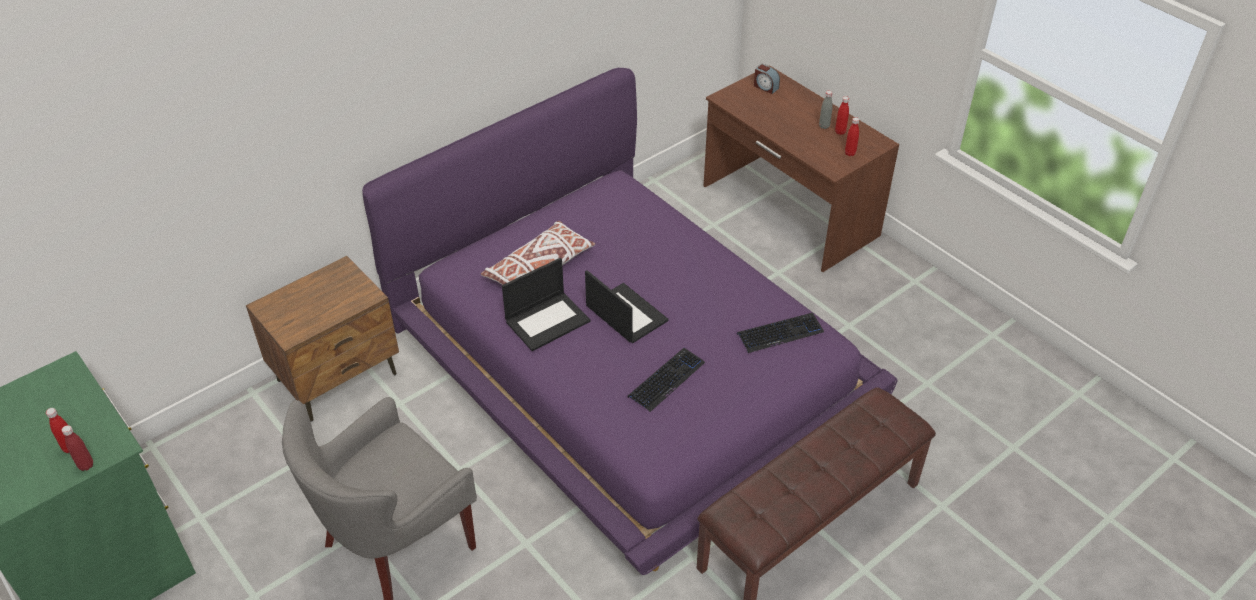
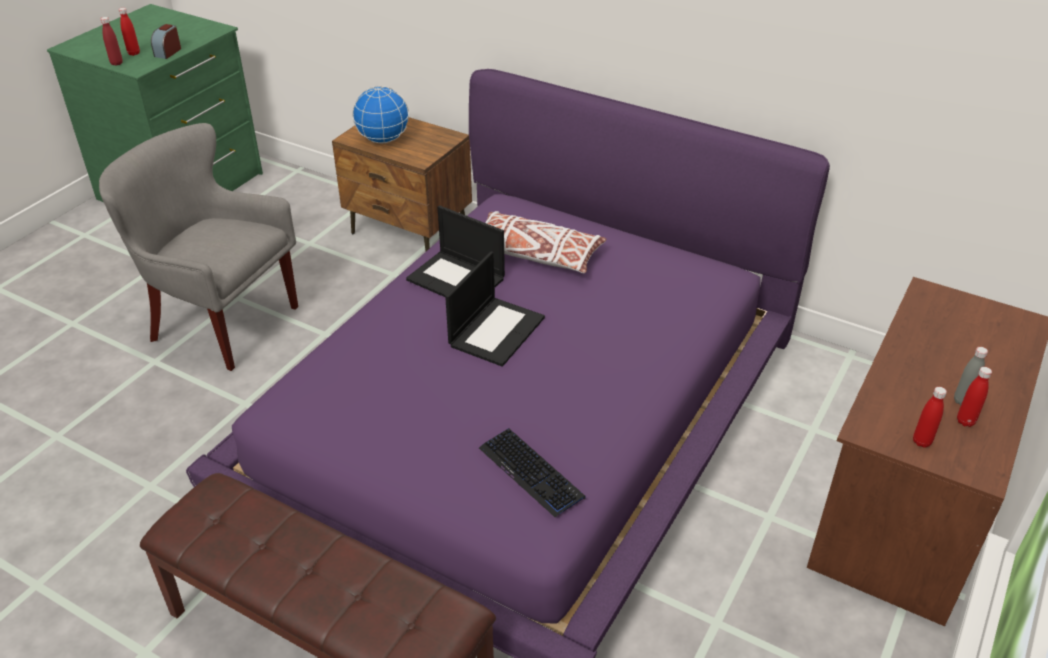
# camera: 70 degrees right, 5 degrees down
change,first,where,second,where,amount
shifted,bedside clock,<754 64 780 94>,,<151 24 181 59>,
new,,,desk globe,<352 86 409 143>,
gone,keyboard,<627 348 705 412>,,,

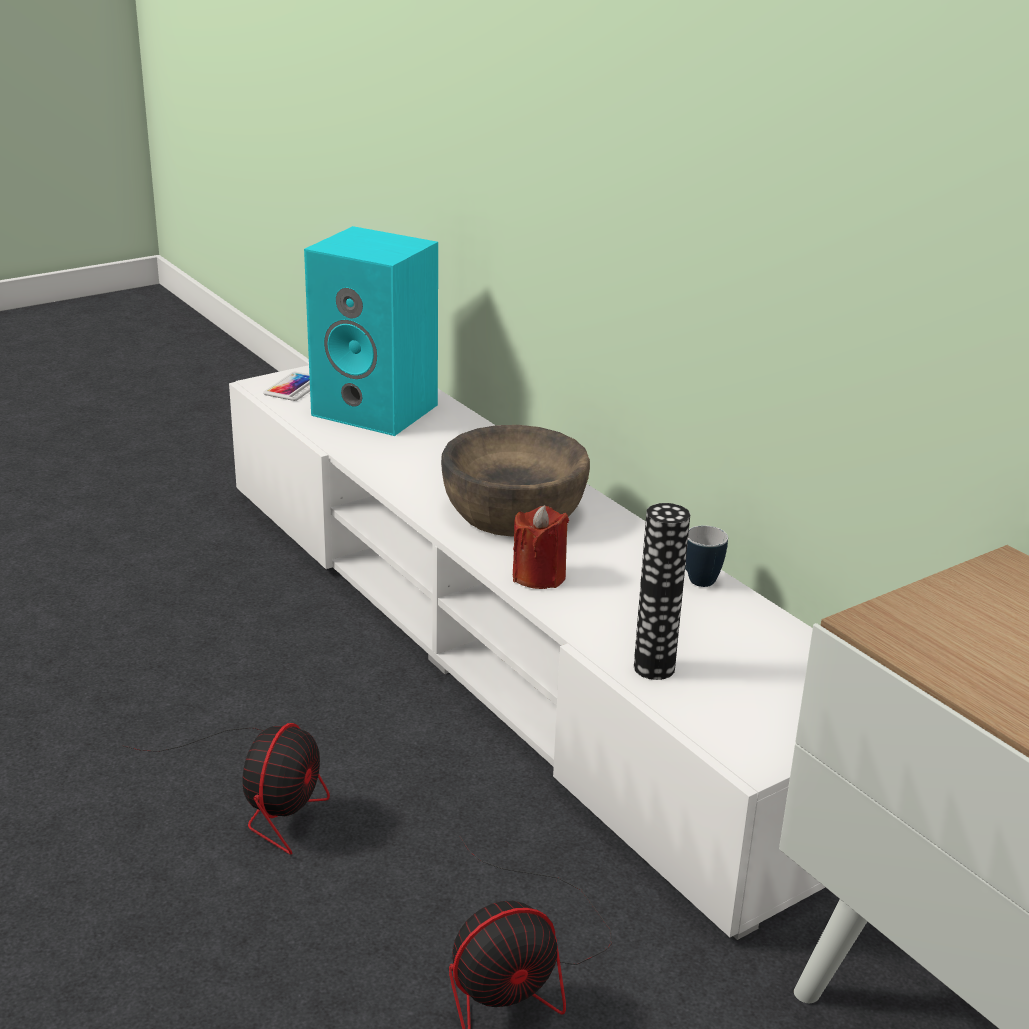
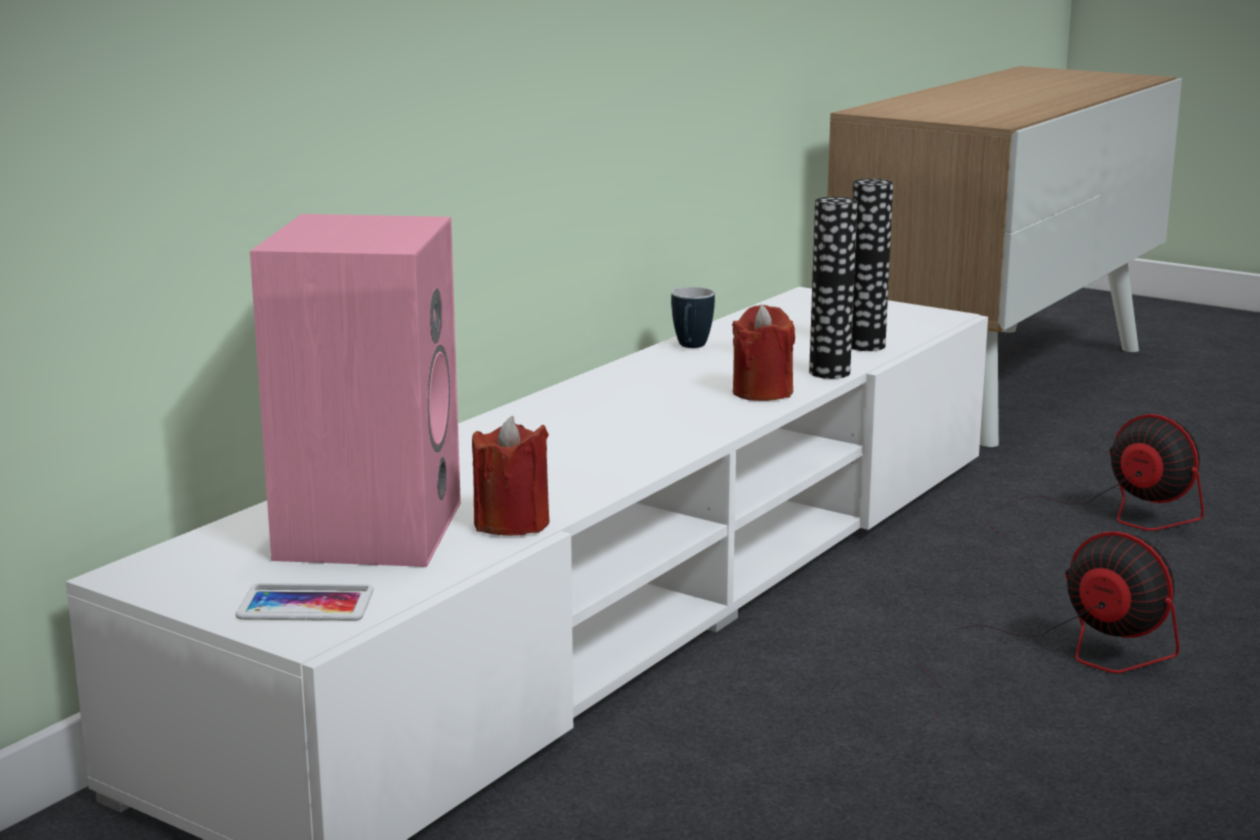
# camera: 110 degrees left, 10 degrees down
change,first,where,second,where,amount
repainted,turquoise-coloured loudspeaker,<304 226 438 436>,pinkish loudspeaker,<250 214 461 567>,
new,,,reddish wax candle,<472 416 549 536>,
new,,,vase,<809 197 857 379>,
rotated,cooling fan,<123 723 330 855>,,<918 531 1179 725>,45 degrees clockwise
gone,brownish deep dish,<441 425 590 537>,,,

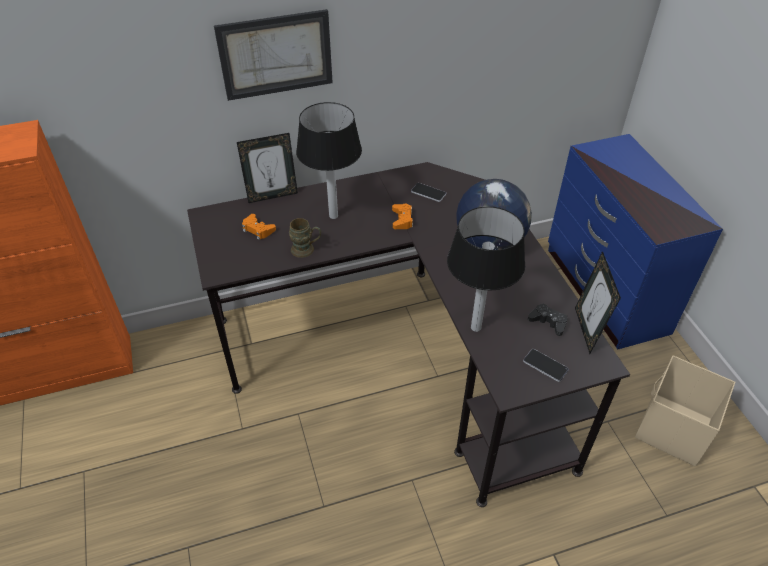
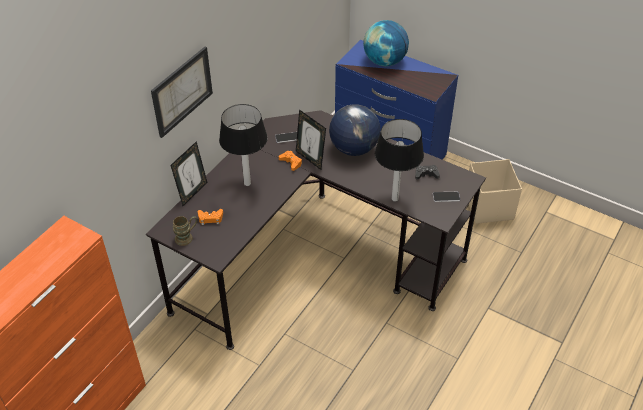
# camera: 40 degrees left, 0 degrees up
change,first,where,second,where,amount
shifted,brownish mug,<289 218 321 258>,,<173 216 197 246>,
shifted,photo frame,<575 251 621 354>,,<296 109 326 170>,
new,,,desk globe,<363 20 409 66>,

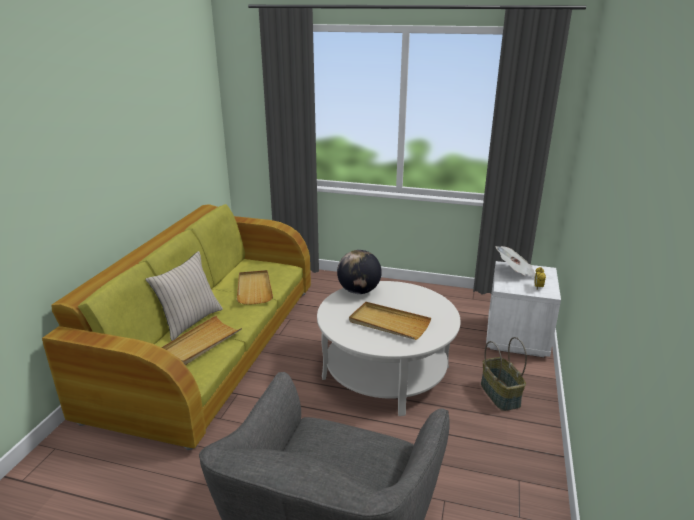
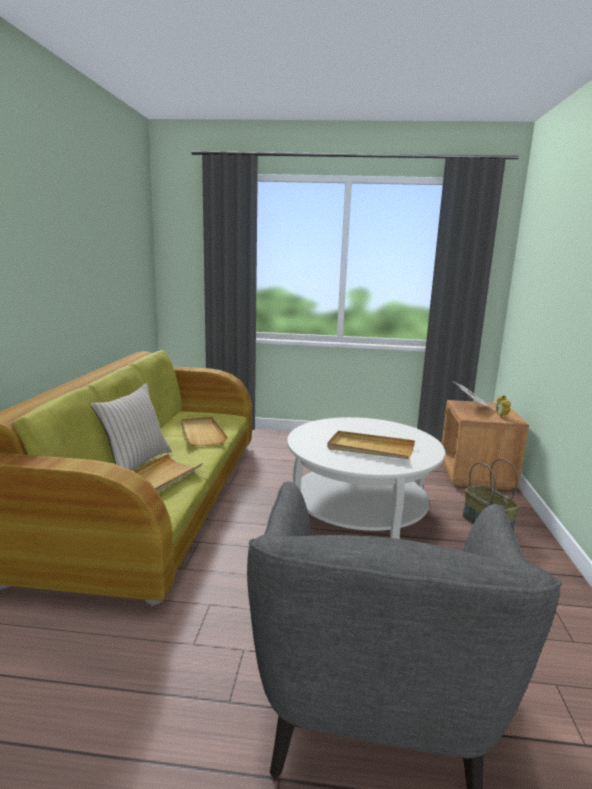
# camera: 10 degrees left, 10 degrees down
change,first,where,second,where,amount
repainted,white-coloured night table,<486 261 561 357>,brownish night table,<442 400 529 490>,
gone,desk globe,<337 250 382 294>,,,

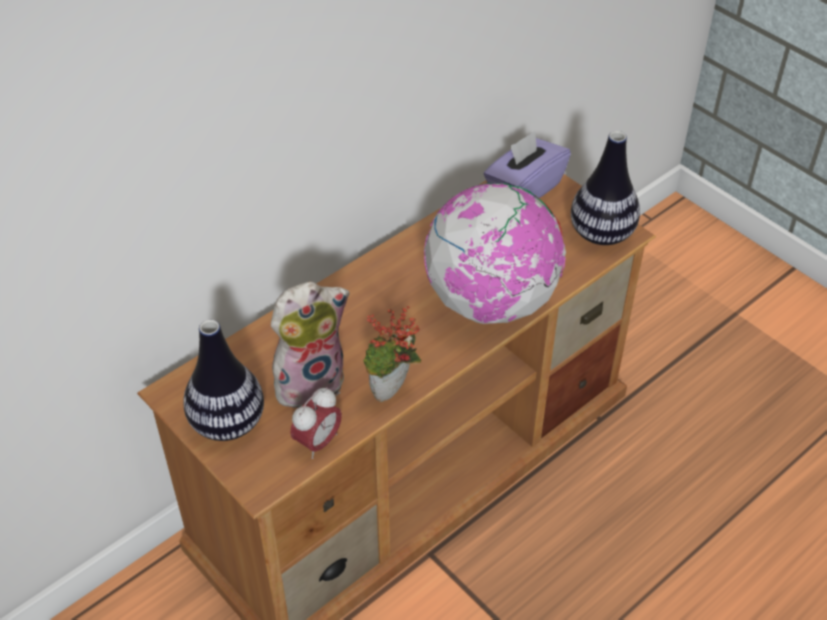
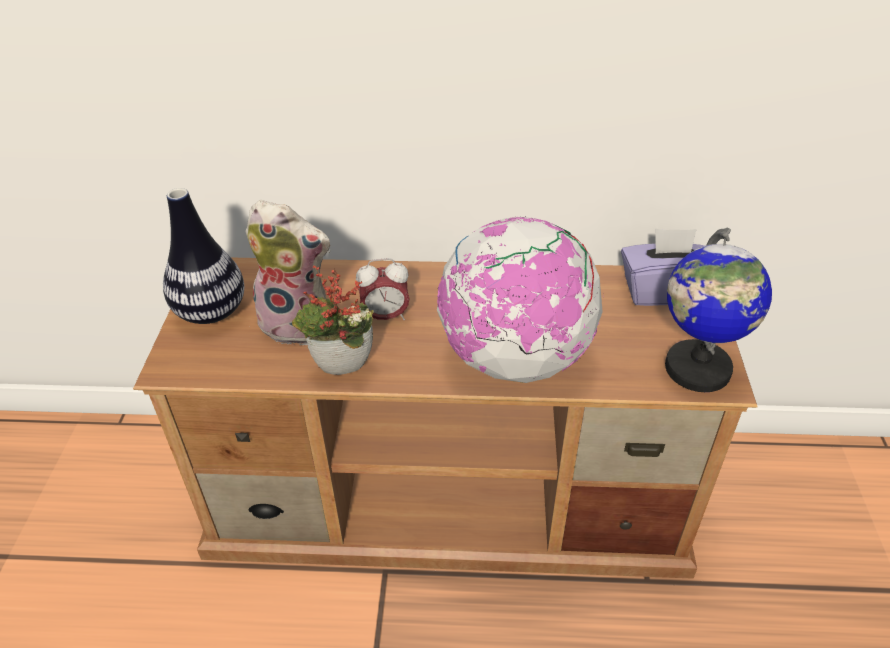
# camera: 45 degrees right, 5 degrees down
change,first,where,second,where,amount
shifted,bedside clock,<290 387 342 459>,,<356 258 410 320>,
swapped,vase,<571 131 640 245>,desk globe,<665 227 772 392>,

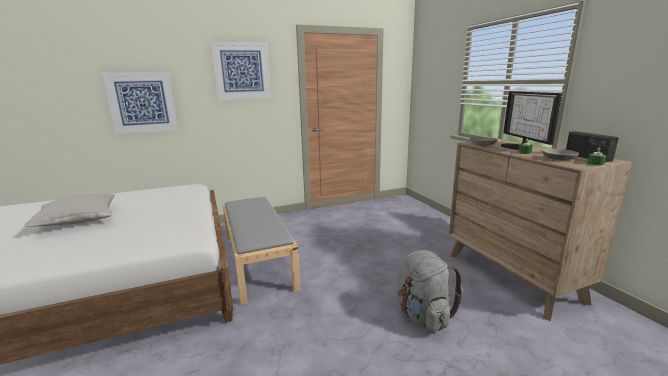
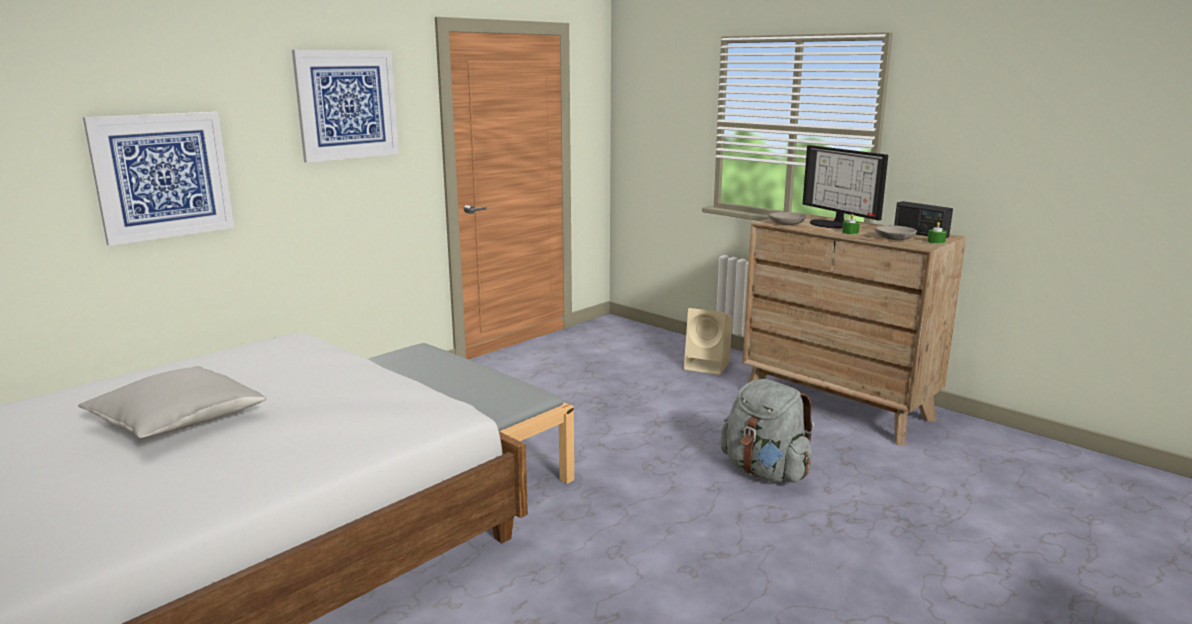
# camera: 25 degrees left, 0 degrees up
change,first,where,second,where,amount
new,,,sand-coloured loudspeaker,<684 308 732 375>,

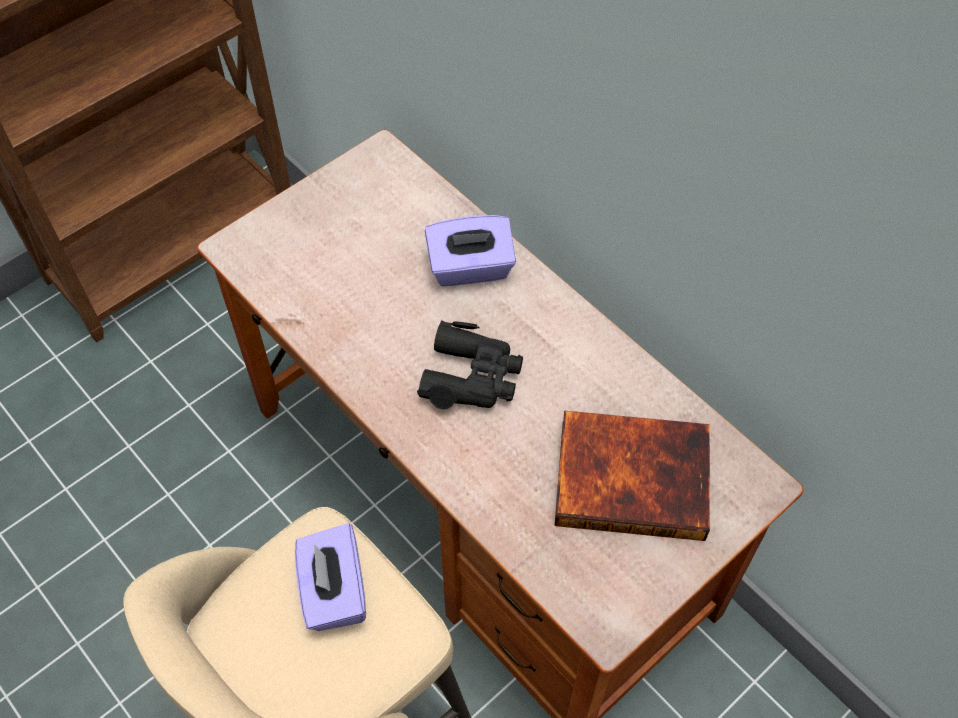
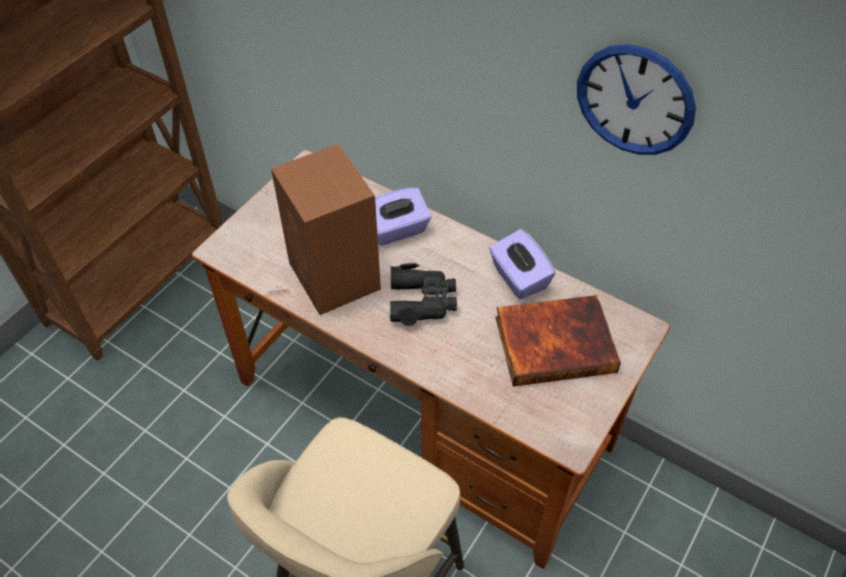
# camera: 15 degrees left, 5 degrees down
change,first,where,second,where,amount
new,,,brownish loudspeaker,<271 144 381 315>,
shifted,purplish box of tissues,<295 523 366 631>,,<489 229 556 299>,
new,,,hanging clock,<577 44 696 155>,

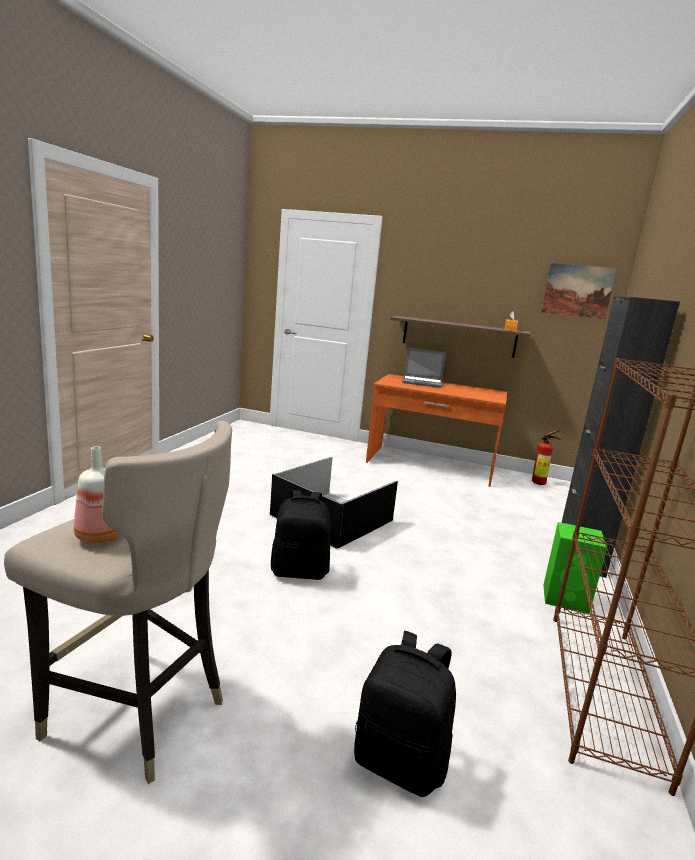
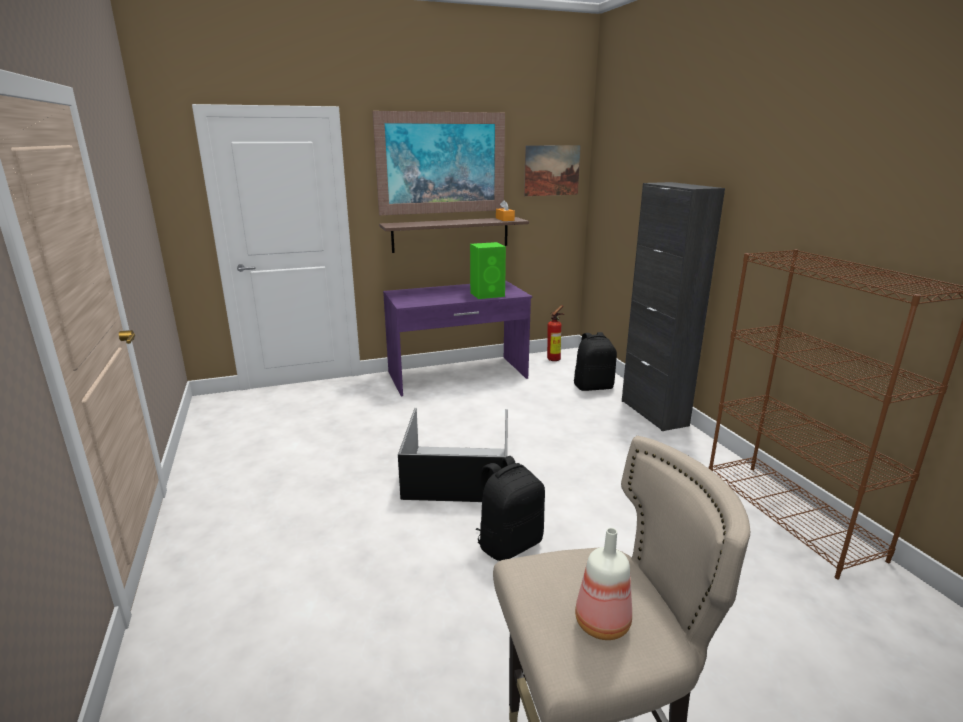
# camera: 35 degrees left, 5 degrees up
change,first,where,second,where,amount
new,,,wall picture,<372 111 505 215>,
repainted,orangey desk table,<366 374 507 487>,purplish desk table,<383 281 532 396>,
shifted,green loudspeaker,<543 522 607 613>,,<470 242 506 299>,
shifted,black backpack,<354 631 456 797>,,<574 332 617 391>,
gone,portable computer,<402 348 446 388>,,,

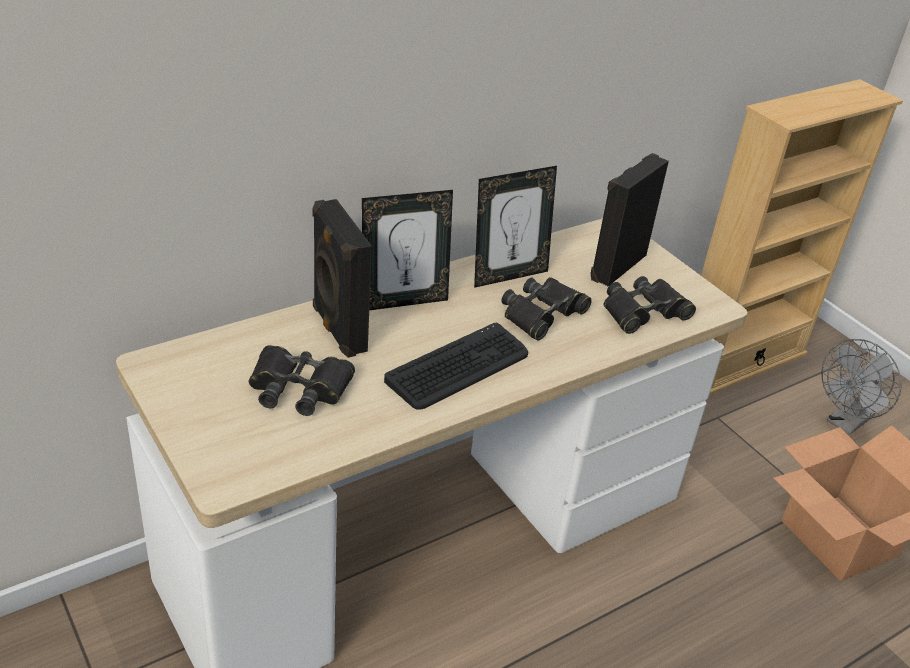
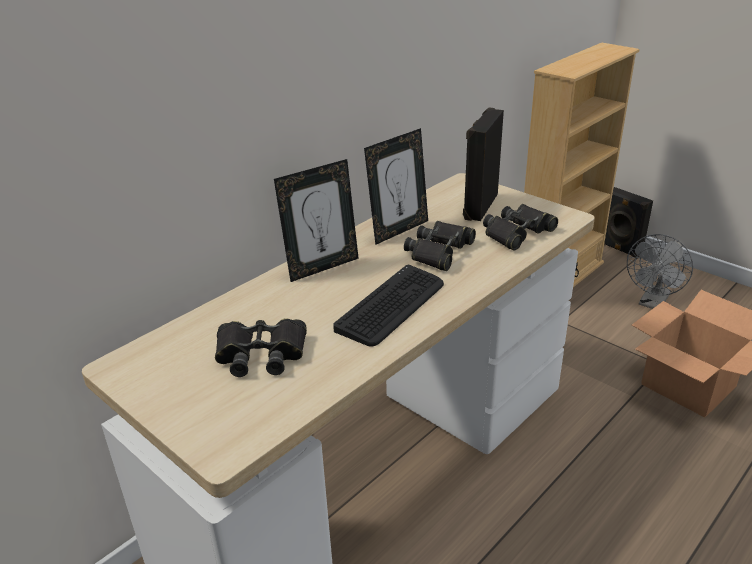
# camera: 10 degrees left, 5 degrees down
change,first,where,second,where,amount
shifted,black loudspeaker,<312 199 372 358>,,<604 187 653 257>,

